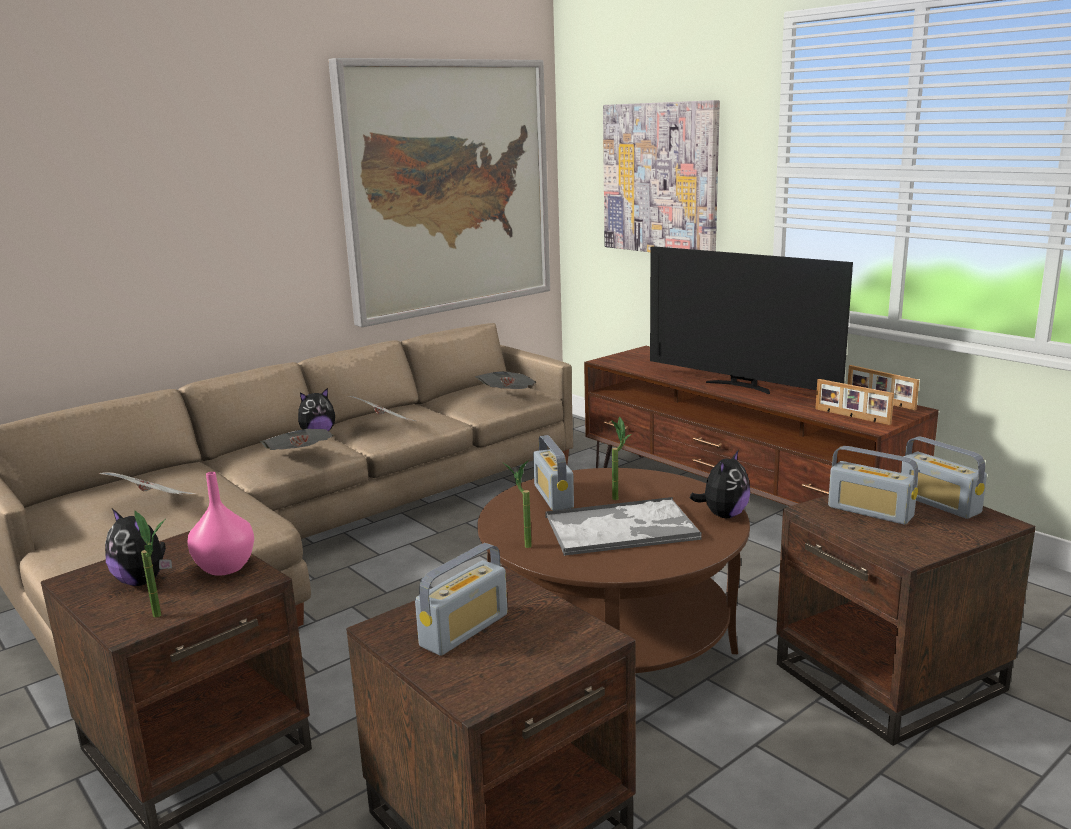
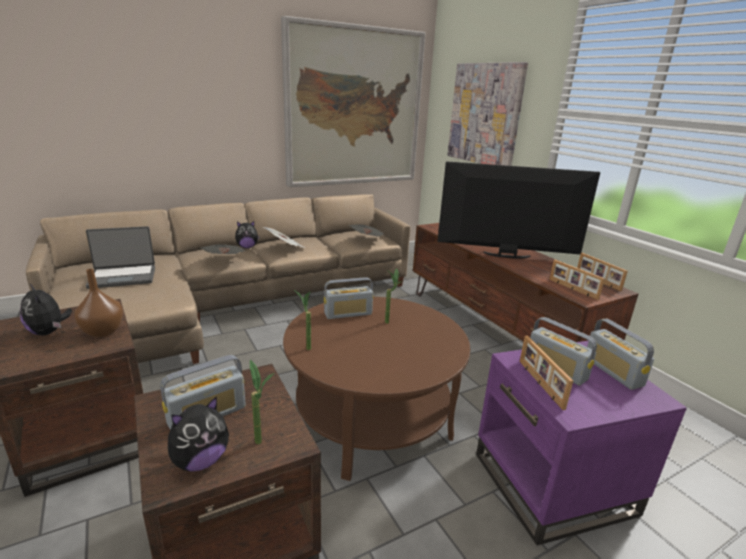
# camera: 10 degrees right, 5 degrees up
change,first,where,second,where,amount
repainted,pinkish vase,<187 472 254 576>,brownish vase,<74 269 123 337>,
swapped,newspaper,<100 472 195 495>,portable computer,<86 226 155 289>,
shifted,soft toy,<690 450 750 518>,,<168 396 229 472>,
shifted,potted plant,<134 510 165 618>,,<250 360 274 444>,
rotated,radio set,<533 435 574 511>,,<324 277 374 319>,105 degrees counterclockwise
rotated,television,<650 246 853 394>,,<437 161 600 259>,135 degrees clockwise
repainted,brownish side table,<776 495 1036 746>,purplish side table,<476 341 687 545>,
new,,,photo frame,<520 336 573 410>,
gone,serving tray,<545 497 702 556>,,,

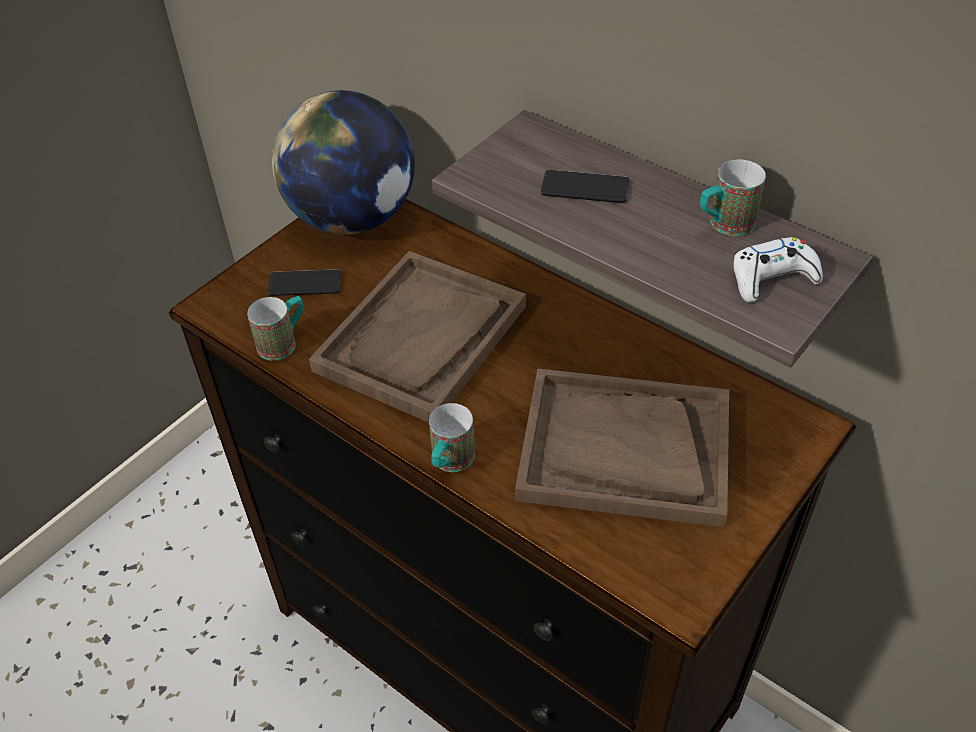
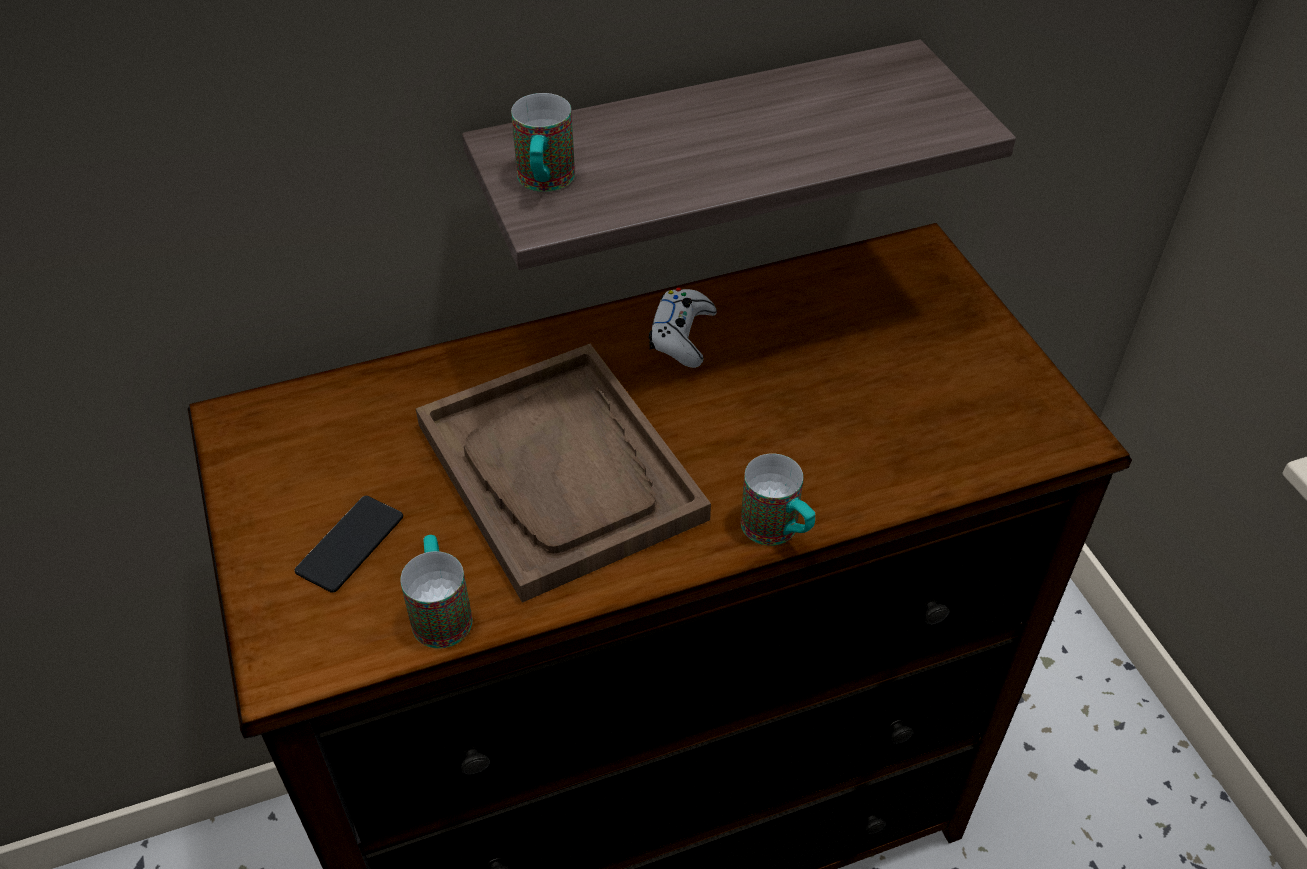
# camera: 60 degrees left, 0 degrees up
change,first,where,second,where,amount
shifted,mug,<700 159 766 236>,,<511 93 575 192>,
shifted,white-coloured game controller,<733 237 823 302>,,<649 288 717 368>,
gone,desk globe,<272 90 415 235>,,,
gone,brownish serving tray,<515 369 729 527>,,,
gone,handset,<541 170 630 203>,,,

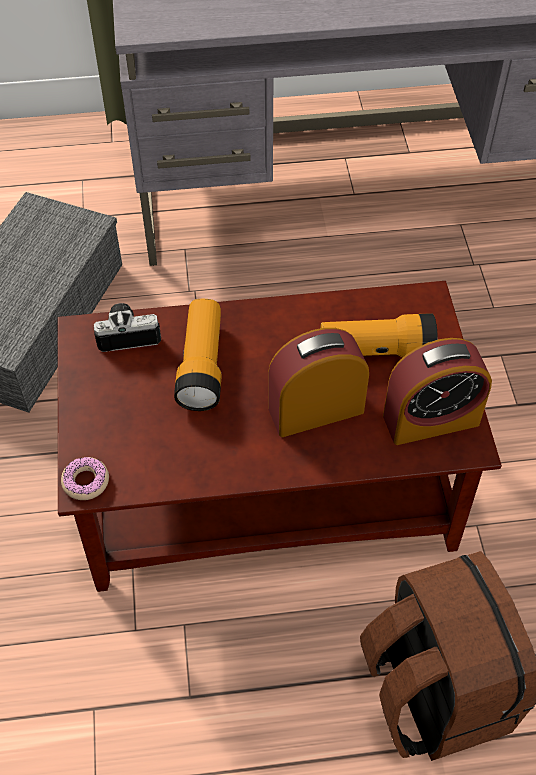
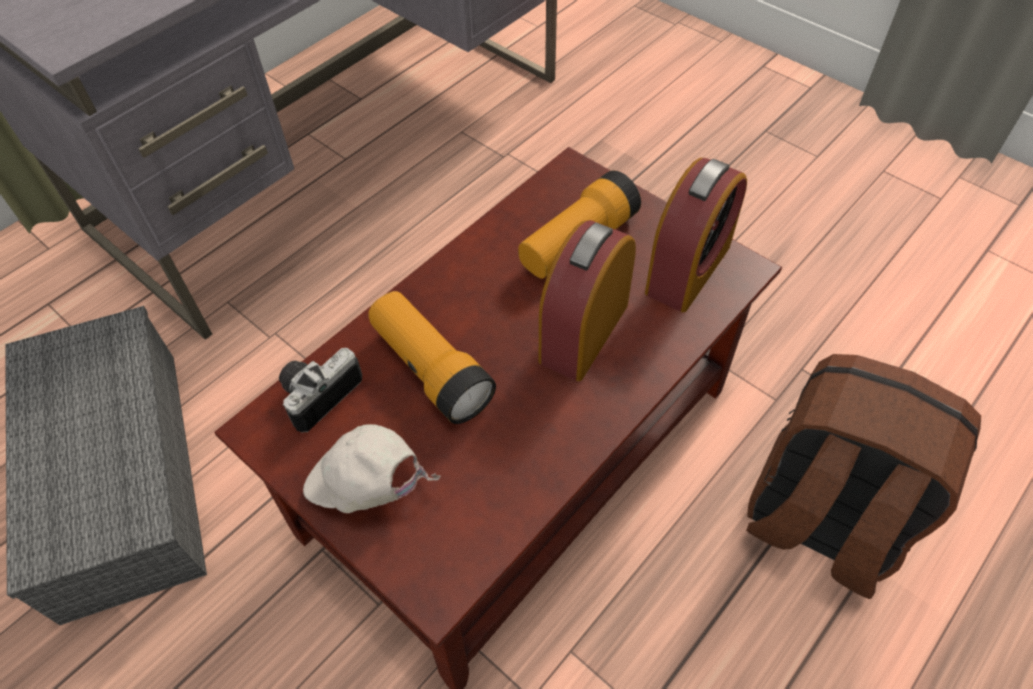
# camera: 40 degrees left, 0 degrees up
change,first,where,second,where,amount
new,,,white-coloured cap,<303 424 441 513>,
gone,donut,<61 457 109 500>,,,

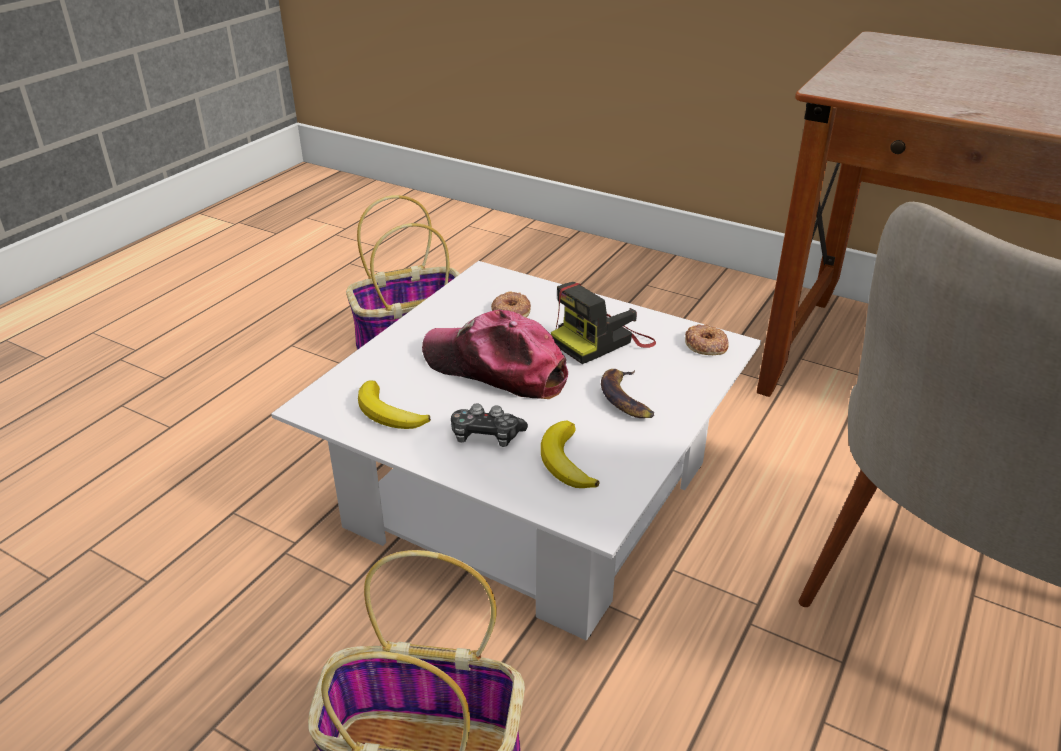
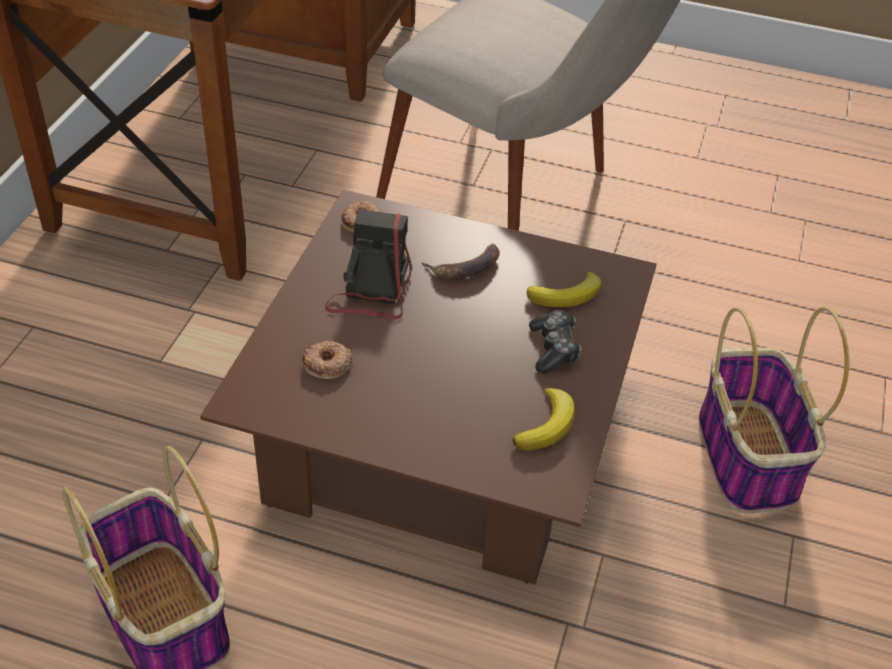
# camera: 105 degrees left, 10 degrees up
change,first,where,second,where,amount
repainted,white-coloured coffee table,<271 261 761 641>,brownish coffee table,<200 190 657 585>,
rotated,photo camera,<551 282 656 364>,,<325 209 412 319>,120 degrees counterclockwise
gone,cap,<422 310 568 399>,,,

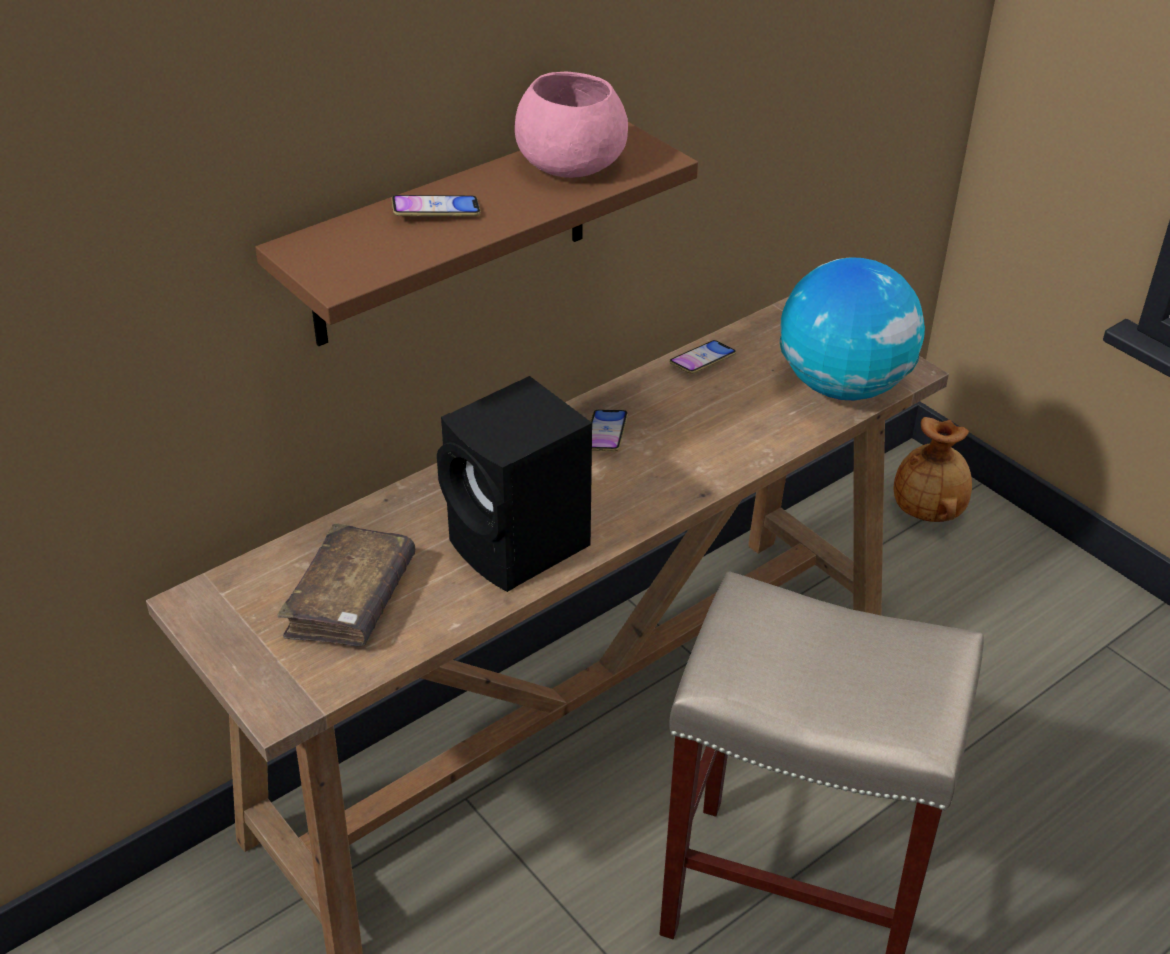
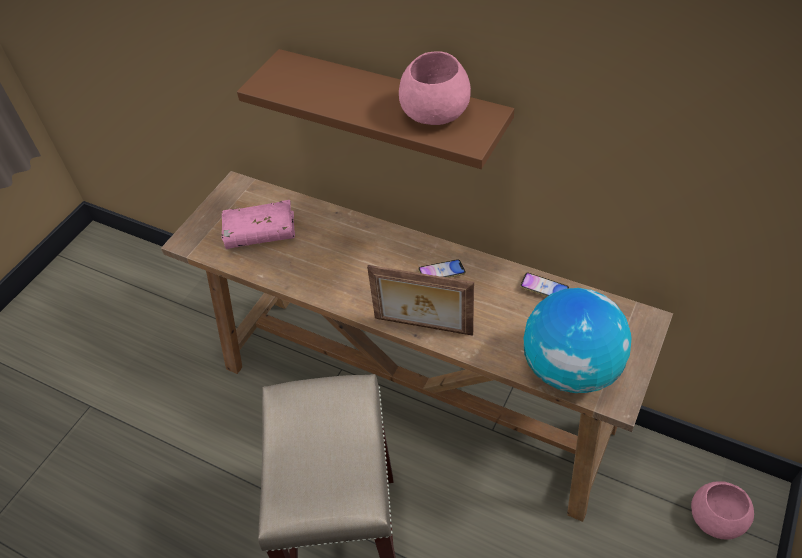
# camera: 70 degrees right, 10 degrees up
change,first,where,second,where,amount
repainted,brownish bound book,<277 523 415 646>,pinkish bound book,<222 200 295 249>,
new,,,photo frame,<367 265 474 336>,
swapped,brownish vase,<894 417 972 522>,pinkish deep dish,<691 481 754 540>,
gone,handset,<391 195 481 216>,,,
gone,black loudspeaker,<437 376 592 592>,,,

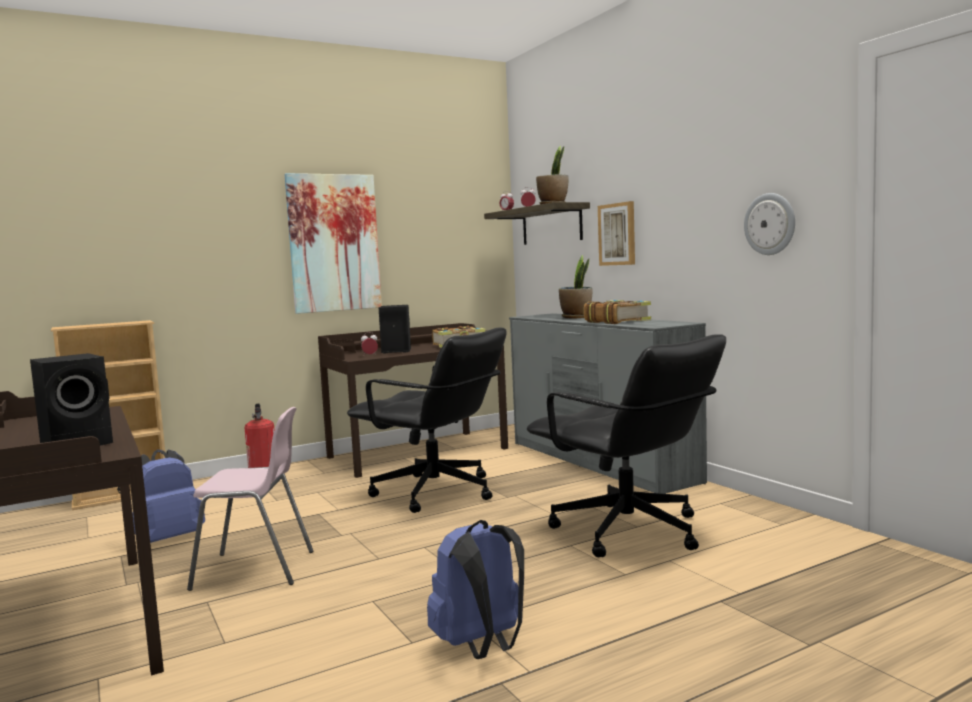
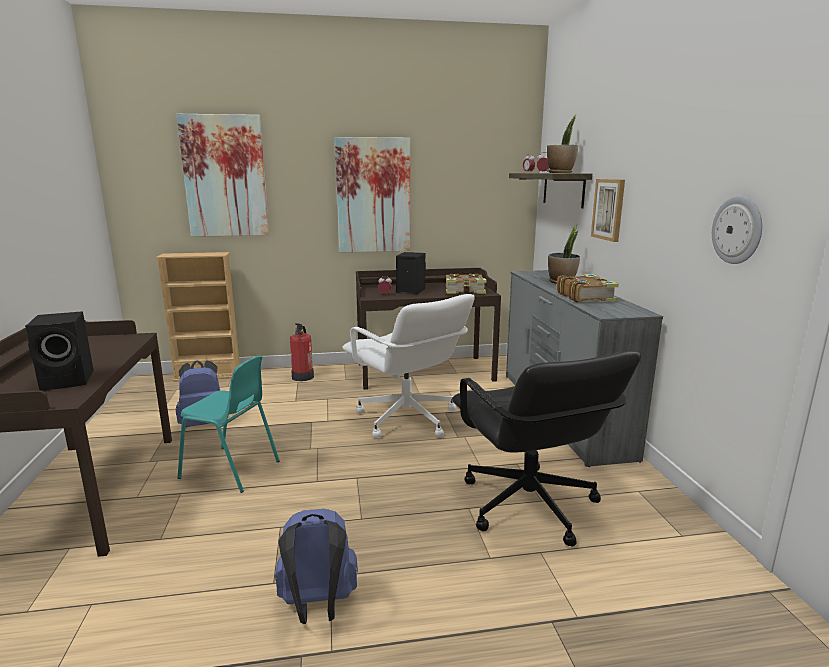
# camera: 20 degrees right, 10 degrees up
change,first,where,second,where,amount
new,,,wall picture,<176 114 269 237>,
repainted,pinkish upright chair,<187 407 313 591>,turquoise-coloured upright chair,<178 355 280 493>,
repainted,black desk chair,<347 328 507 513>,white-coloured desk chair,<342 294 475 438>,

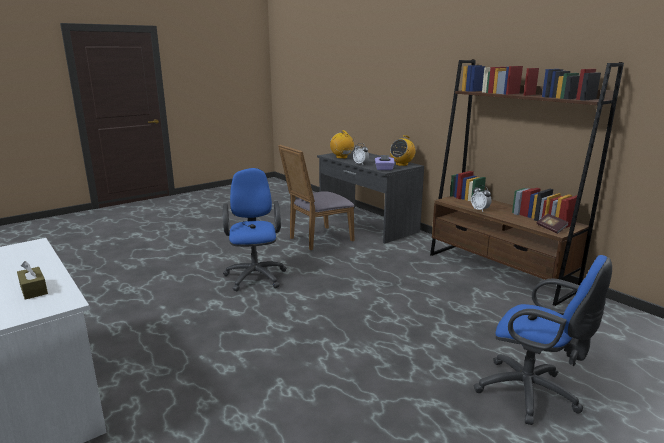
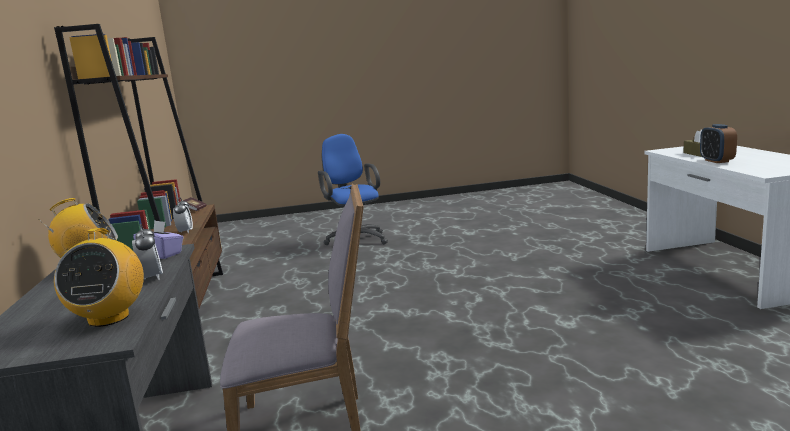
# camera: 150 degrees left, 5 degrees down
change,first,where,second,where,amount
new,,,bedside clock,<700 124 737 163>,
gone,blue-coloured desk chair,<223 168 287 291>,,,

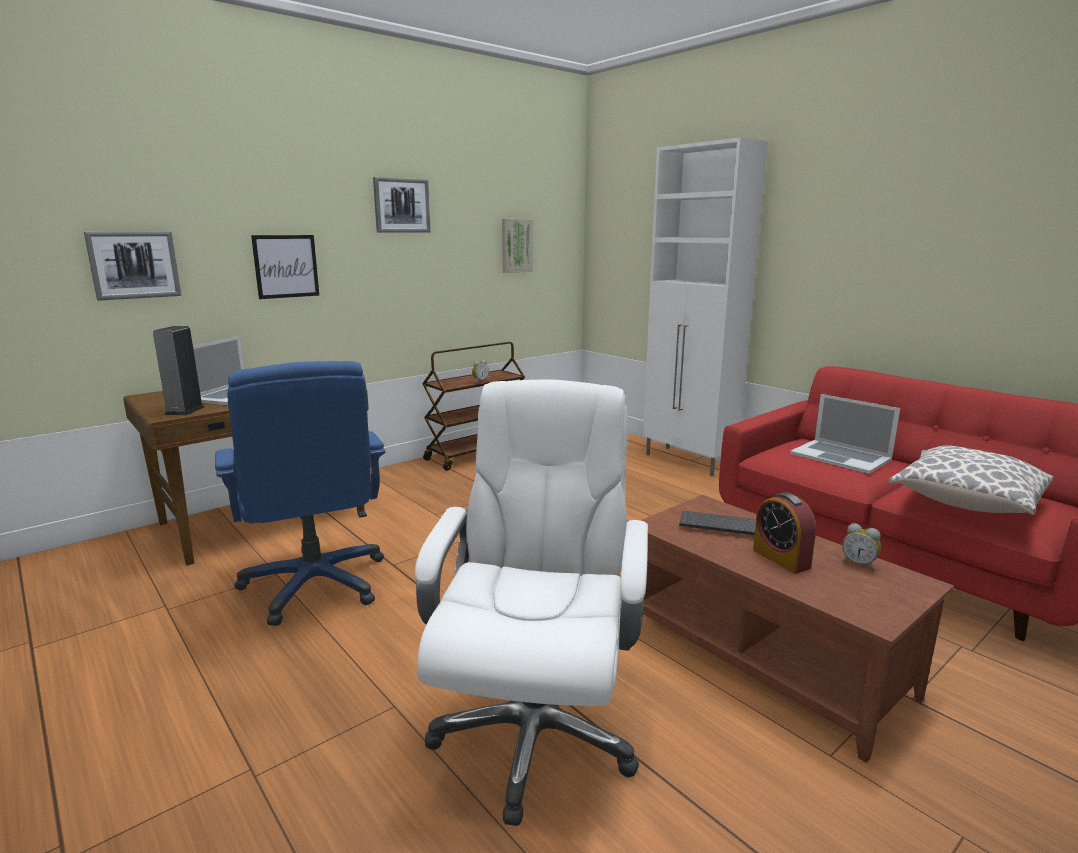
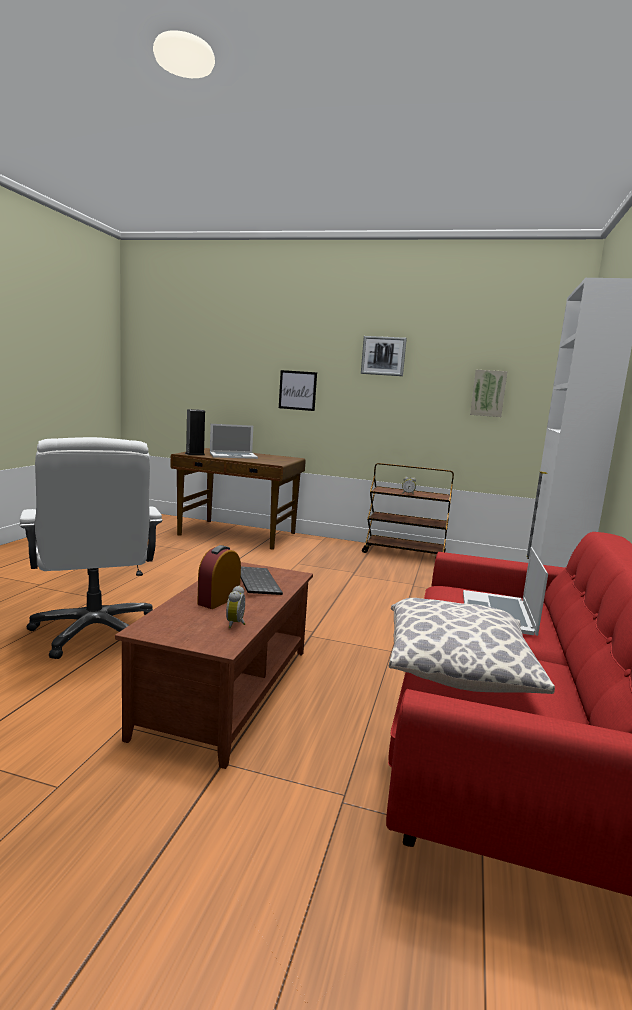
# camera: 55 degrees right, 5 degrees down
change,first,where,second,where,amount
rotated,white-coloured desk chair,<415 379 648 826>,,<20 437 162 659>,90 degrees clockwise
gone,wall picture,<84 232 181 301>,,,
gone,blue-coloured desk chair,<215 361 386 626>,,,

